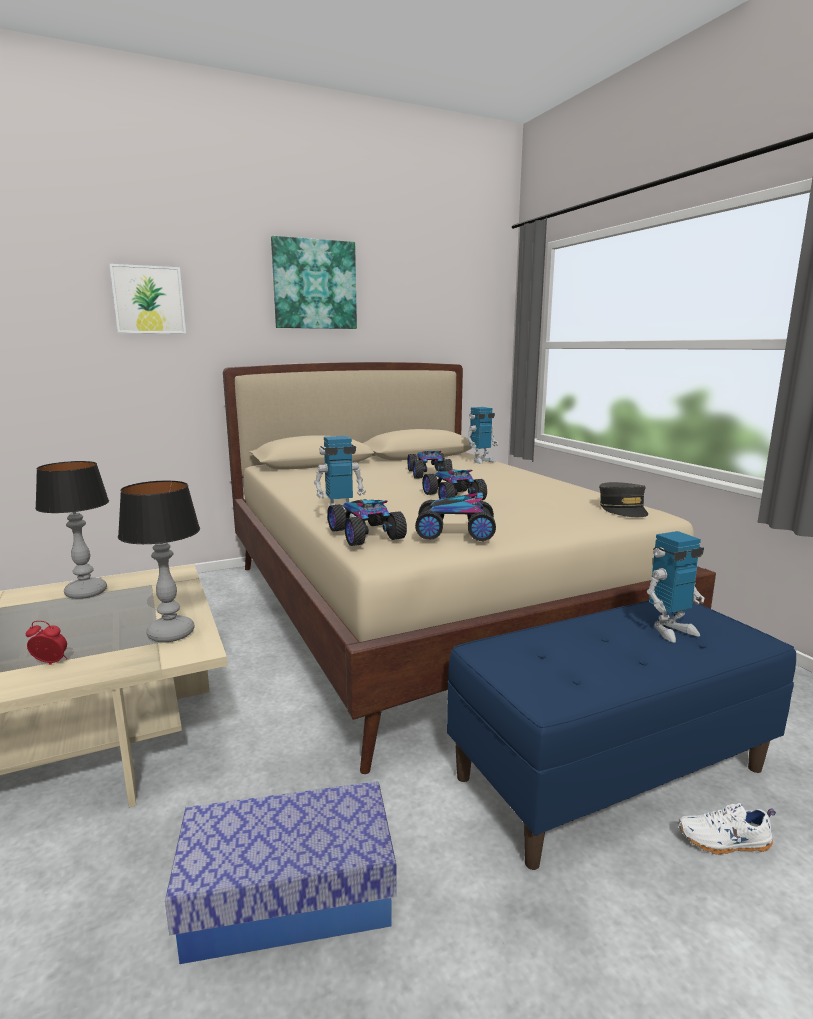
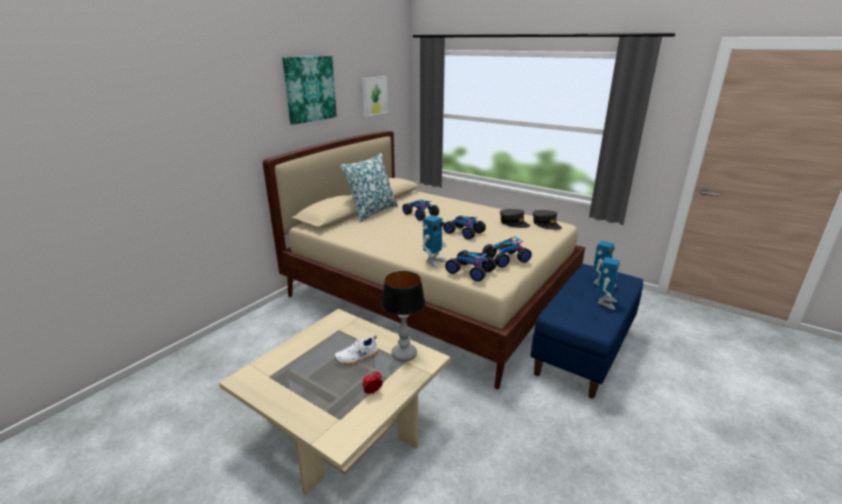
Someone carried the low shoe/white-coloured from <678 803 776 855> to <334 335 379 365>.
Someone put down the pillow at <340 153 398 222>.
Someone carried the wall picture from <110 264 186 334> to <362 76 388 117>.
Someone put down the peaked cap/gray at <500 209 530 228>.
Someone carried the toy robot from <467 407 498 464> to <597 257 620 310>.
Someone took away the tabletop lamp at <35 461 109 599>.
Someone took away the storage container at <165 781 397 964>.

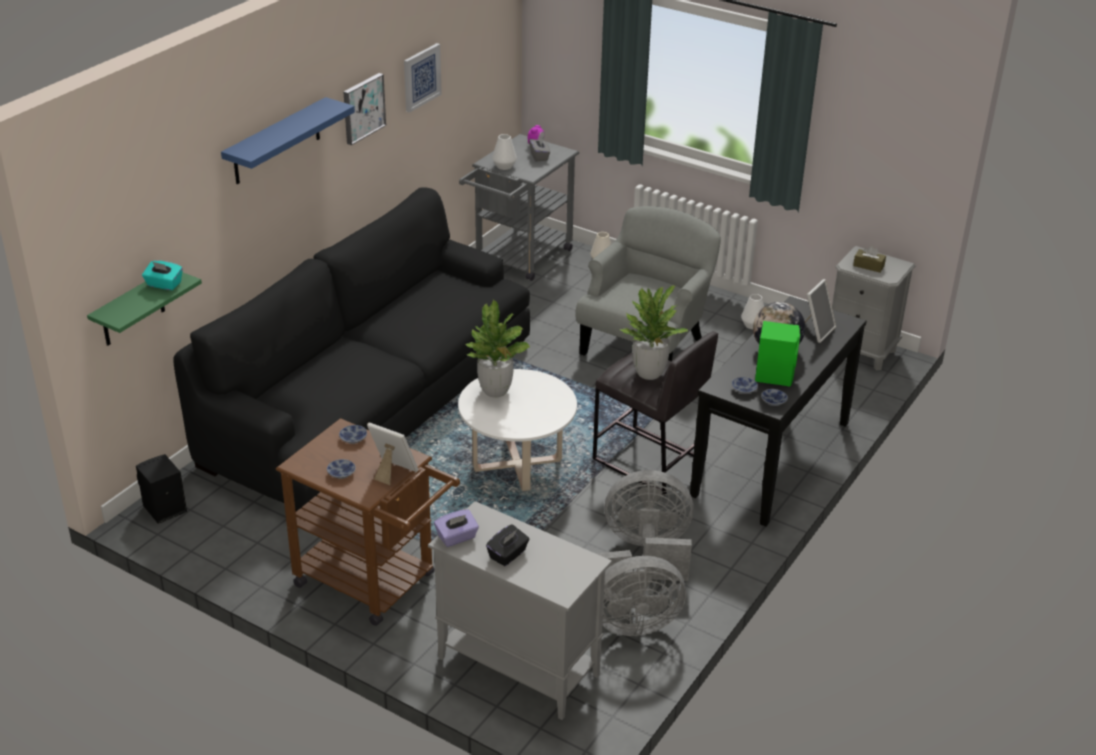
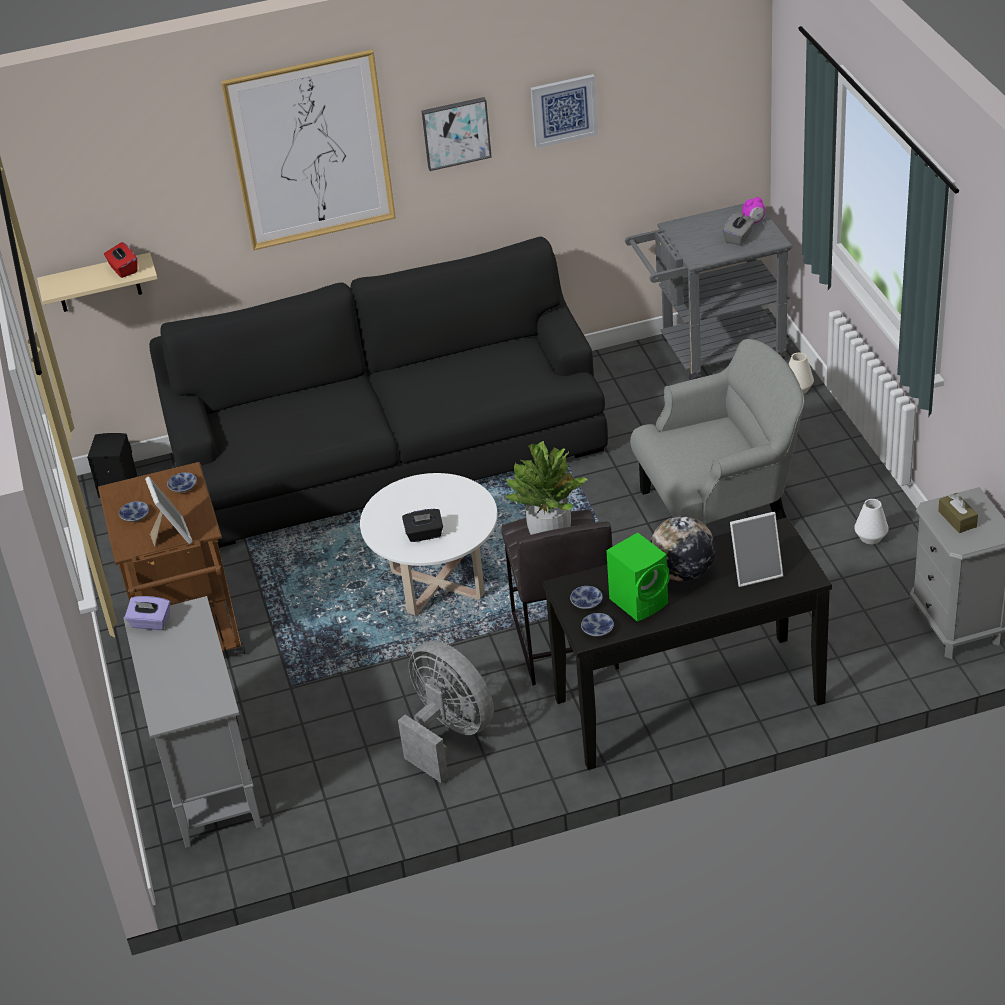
Someone repainted the wall shelf/greenish at <87 272 202 346>, which became the wall shelf/beige-coloured at <37 252 158 312>.
Someone repainted the tissue box/turquoise at <142 261 183 290>, which became the tissue box/reddish at <104 242 138 278>.
Someone swapped the wall shelf/blue-coloured at <221 97 355 184> for the wall picture at <221 49 396 250>.
Someone carried the tissue box/black from <486 524 529 566> to <402 509 443 542>.
Someone took away the plant in a pot at <465 300 530 398>.
Someone took away the flower vase/white-coloured at <492 134 517 170>.
Someone took away the electric fan/gray at <596 550 686 636>.

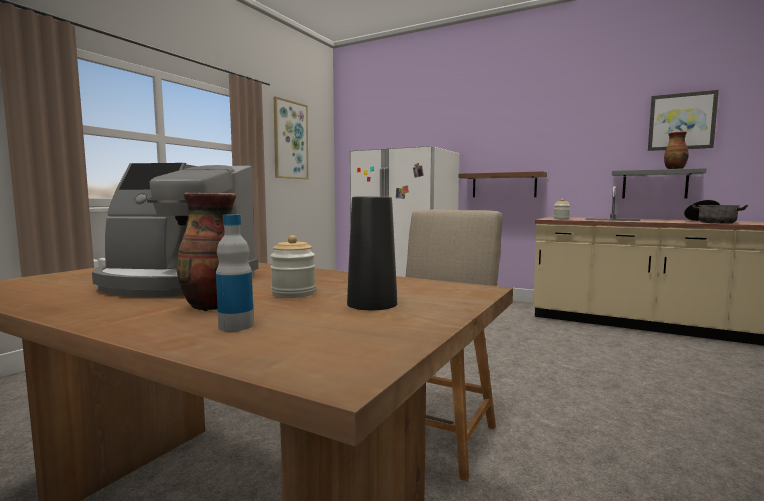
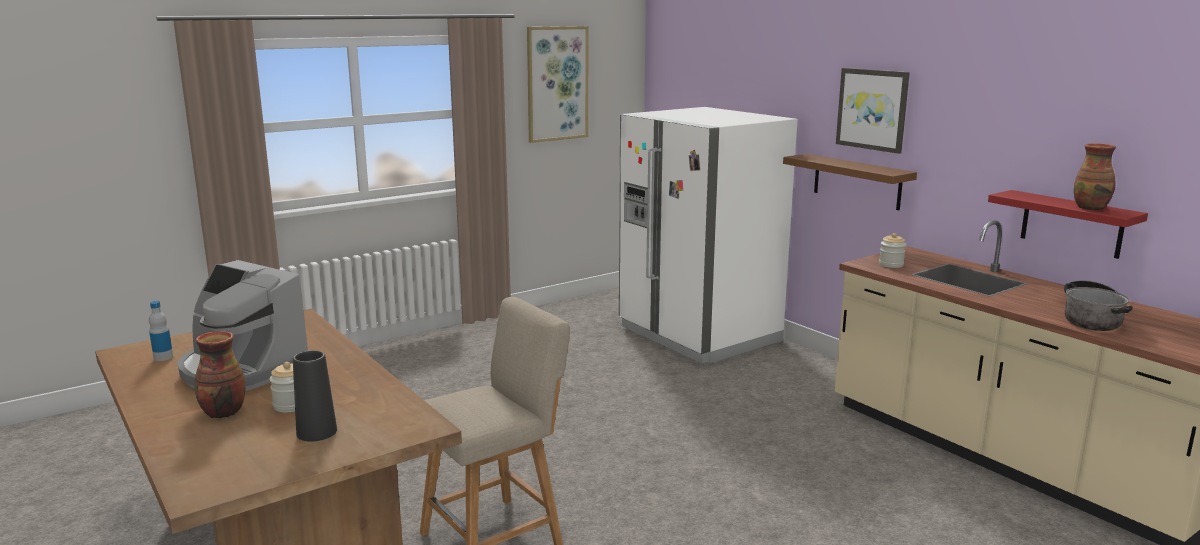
Someone carried the drink bottle from <216 214 254 331> to <149 301 173 361>.
Someone carried the wall picture from <648 90 719 151> to <836 68 910 154>.
Someone repainted the wall shelf/gray at <612 168 706 198>, which became the wall shelf/reddish at <988 190 1148 259>.

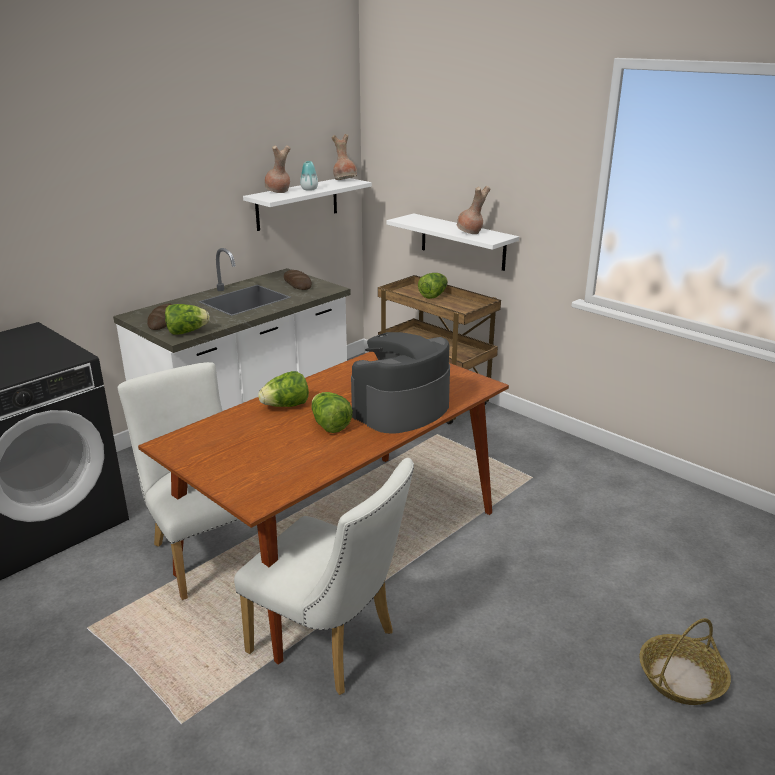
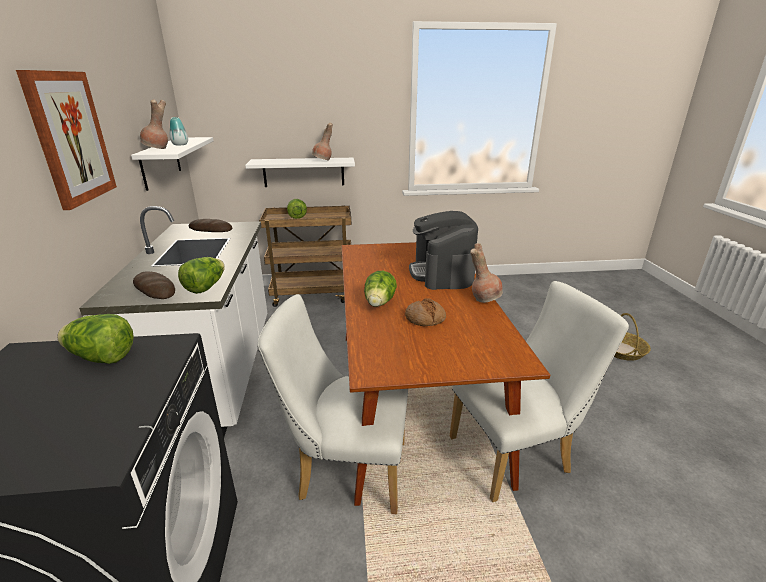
Someone put up the wall picture at <16 70 117 210>.
Someone carried the lettuce from <312 392 353 433> to <57 314 134 364>.
Someone put down the baked bread at <405 298 446 326>.
Someone carried the flower vase/brownish from <332 134 357 180> to <470 243 503 303>.

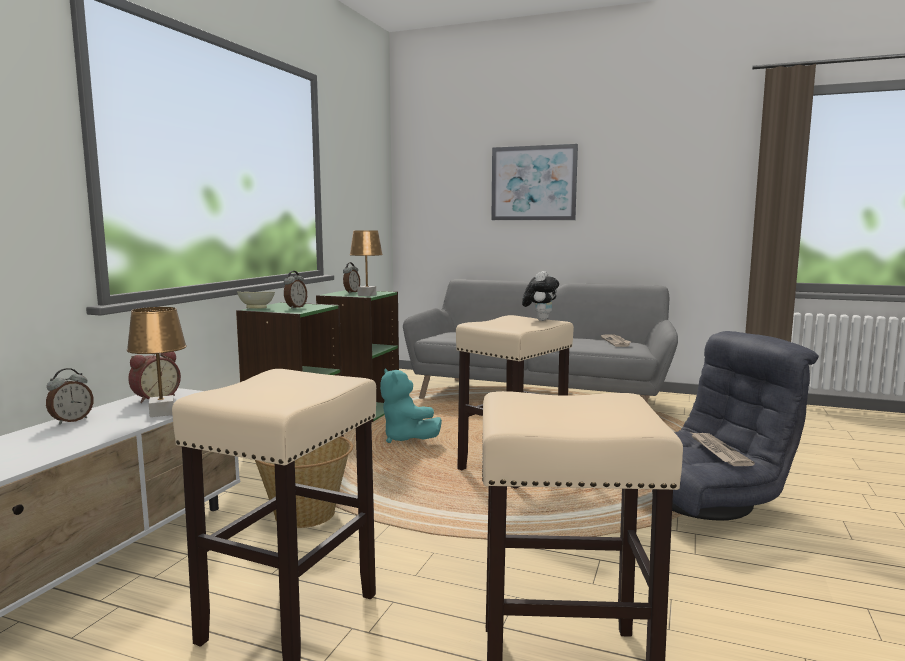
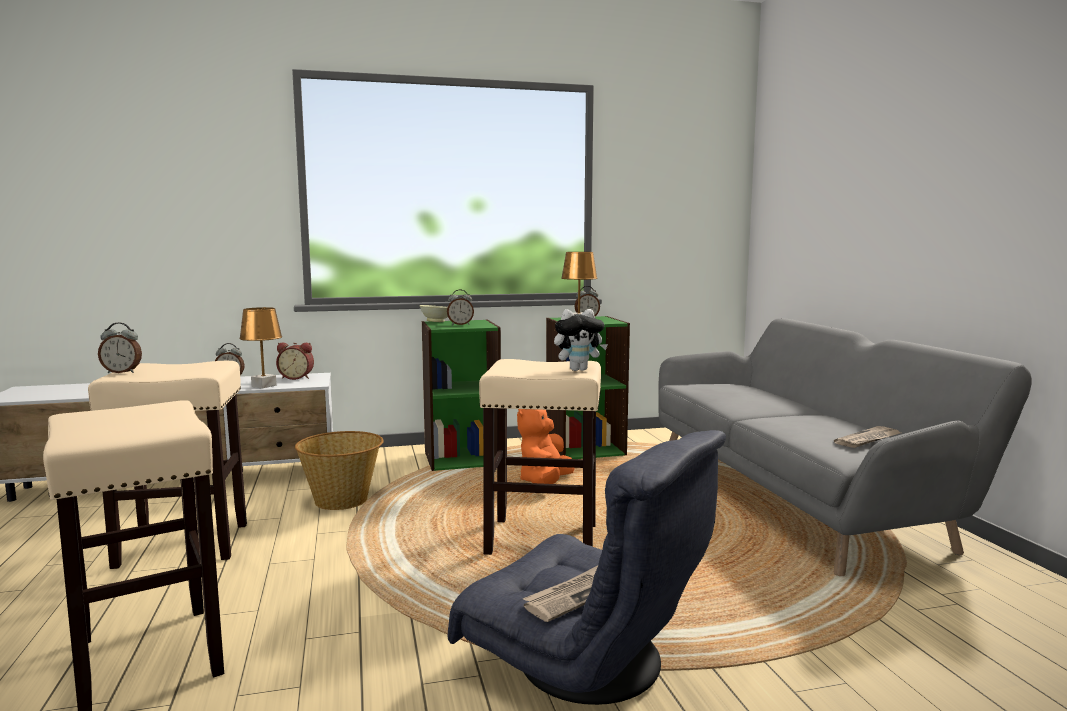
Someone put down the table clock at <98 322 142 373>.
Someone repainted the soft toy/turquoise at <380 369 442 443>, which became the soft toy/orange at <517 409 575 484>.
Someone took away the wall picture at <491 144 578 220>.

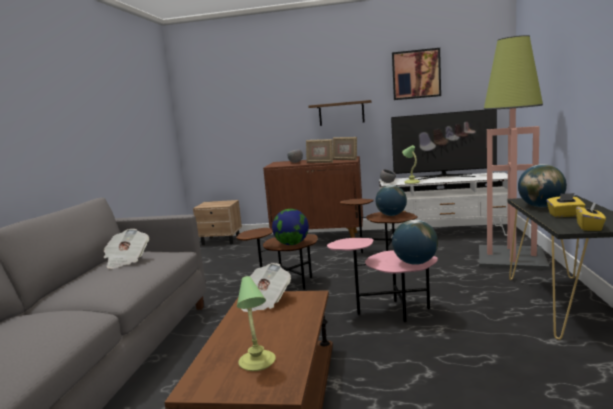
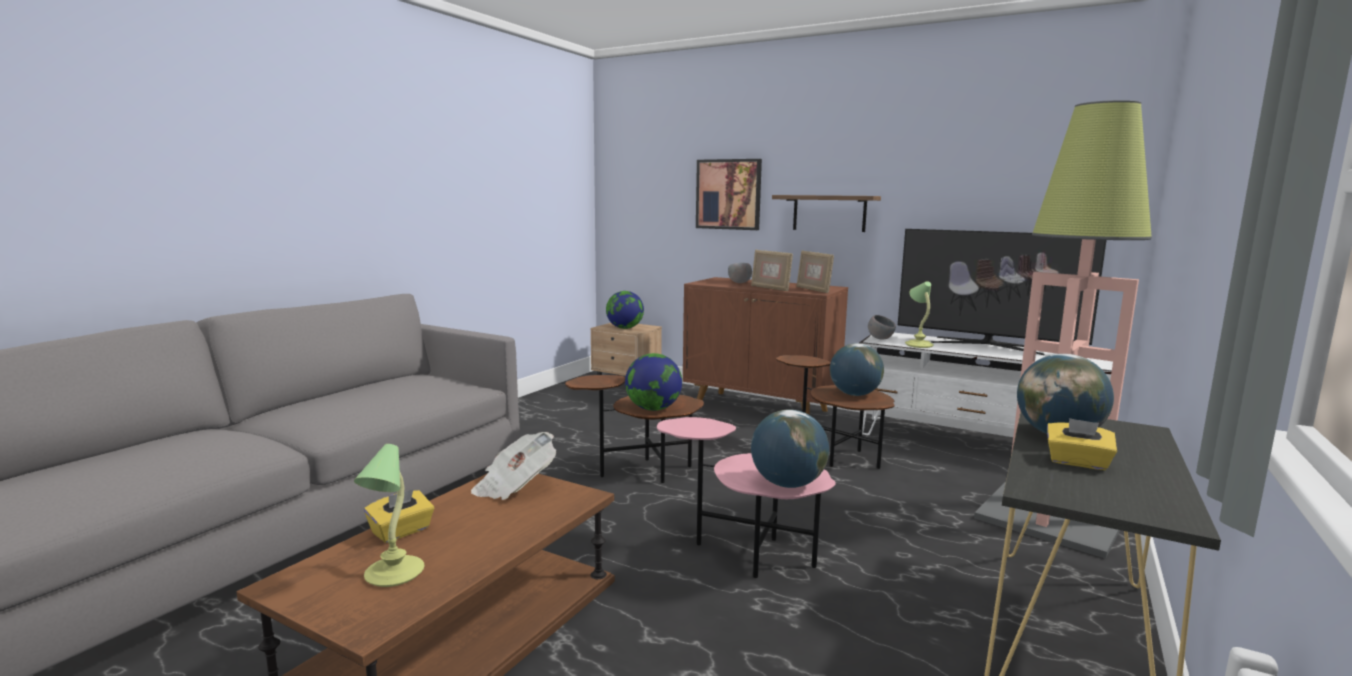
Someone carried the tissue box/yellow from <576 202 606 231> to <364 489 434 543>.
Someone put down the world globe at <606 291 644 329>.
Someone carried the wall picture from <392 48 441 100> to <696 159 762 230>.
Someone took away the newspaper at <103 229 149 269>.

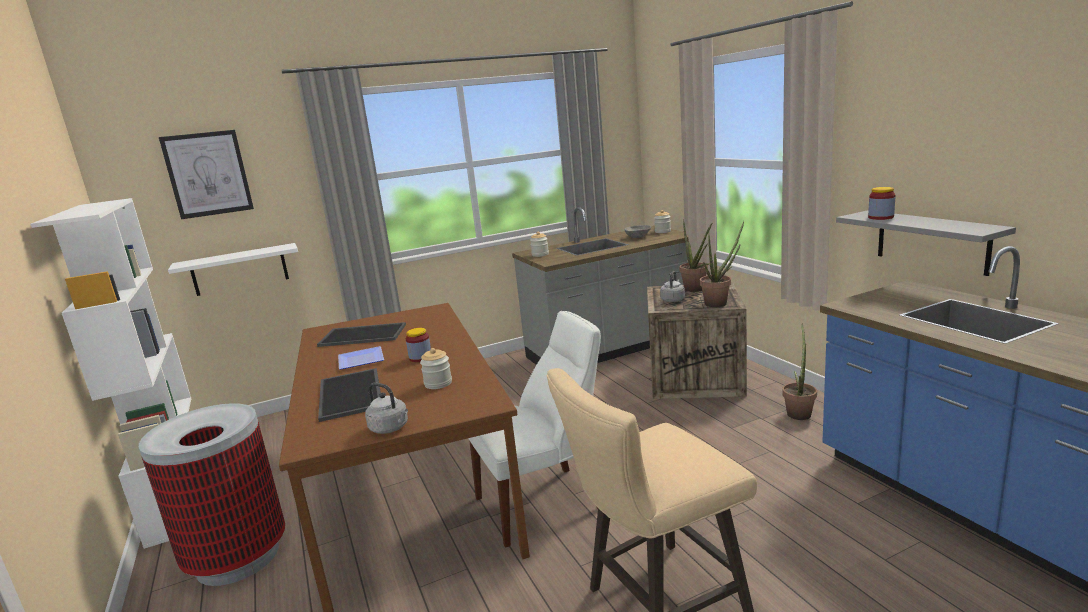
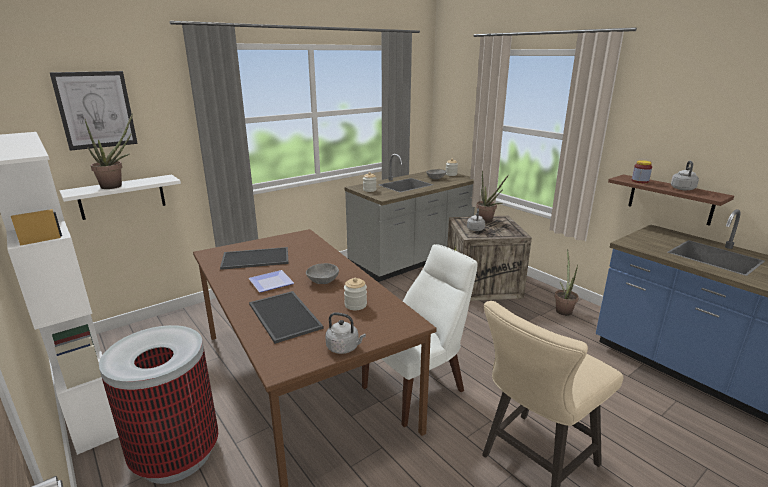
Someone carried the plant in a pot from <700 221 744 307> to <85 113 133 189>.
Someone swapped the preserve jar at <406 328 431 362> for the serving bowl/gray at <306 263 339 284>.
Someone repainted the wall shelf/gray at <836 211 1016 276>, which became the wall shelf/brownish at <608 174 734 226>.
Someone put down the kettle/gray at <671 161 699 190>.

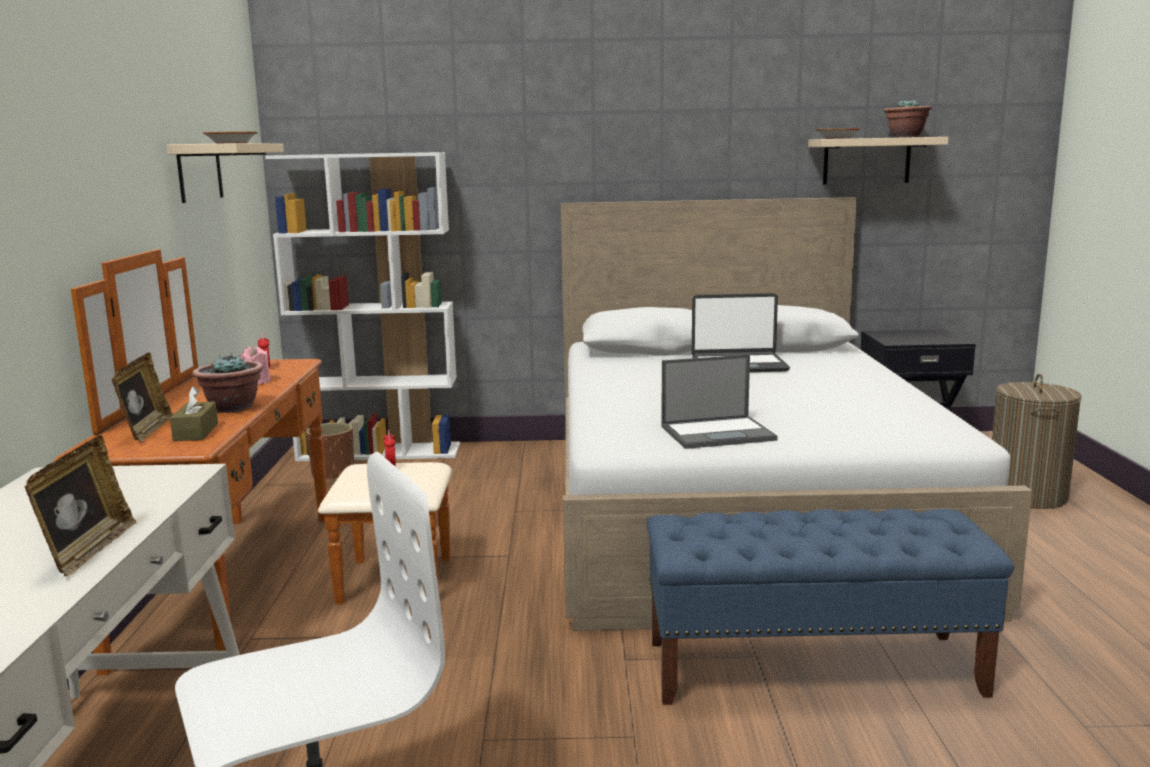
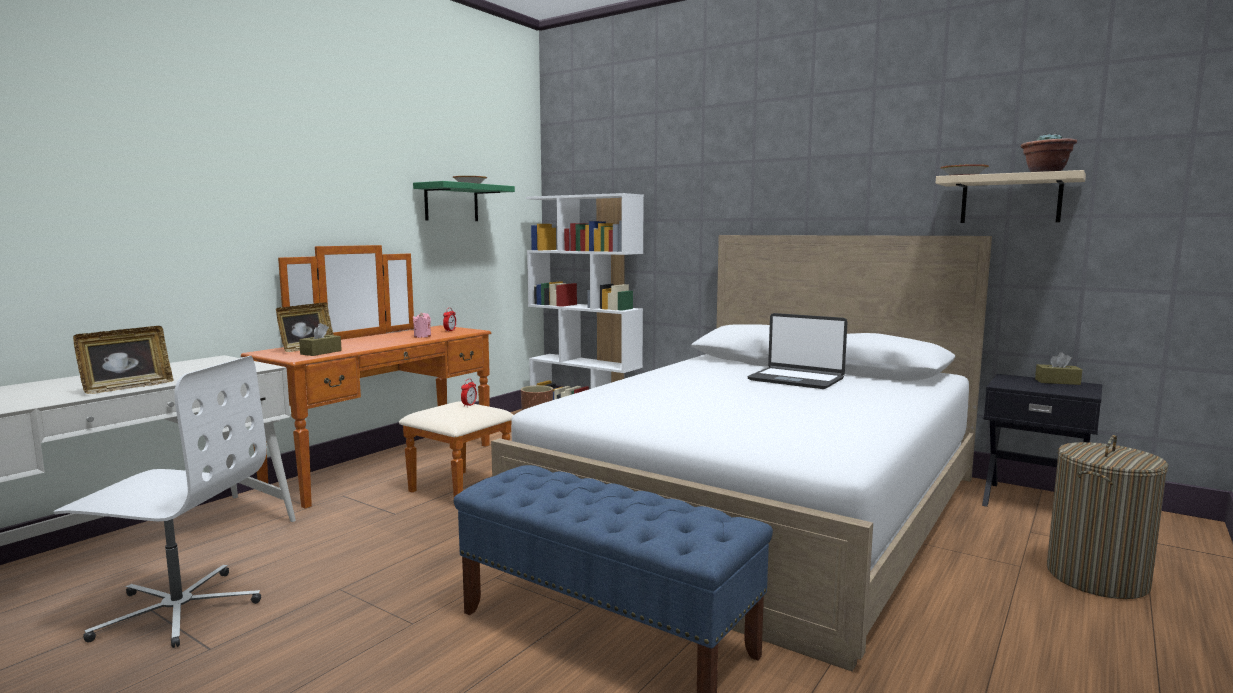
Someone repainted the wall shelf/beige-coloured at <166 143 284 203>, which became the wall shelf/greenish at <413 181 515 221>.
Someone put down the tissue box/brownish at <1035 352 1082 385>.
Someone took away the plant in a pot at <192 353 264 413>.
Someone took away the notebook computer at <661 354 778 449>.

